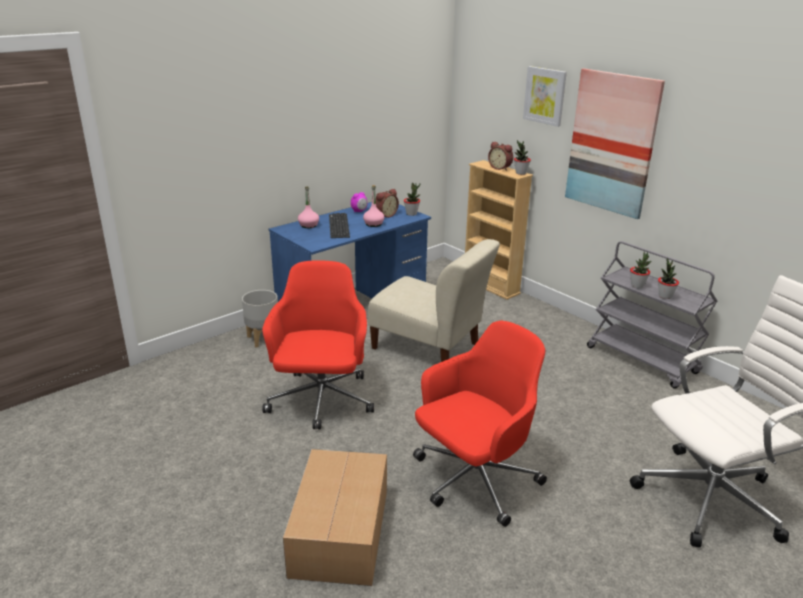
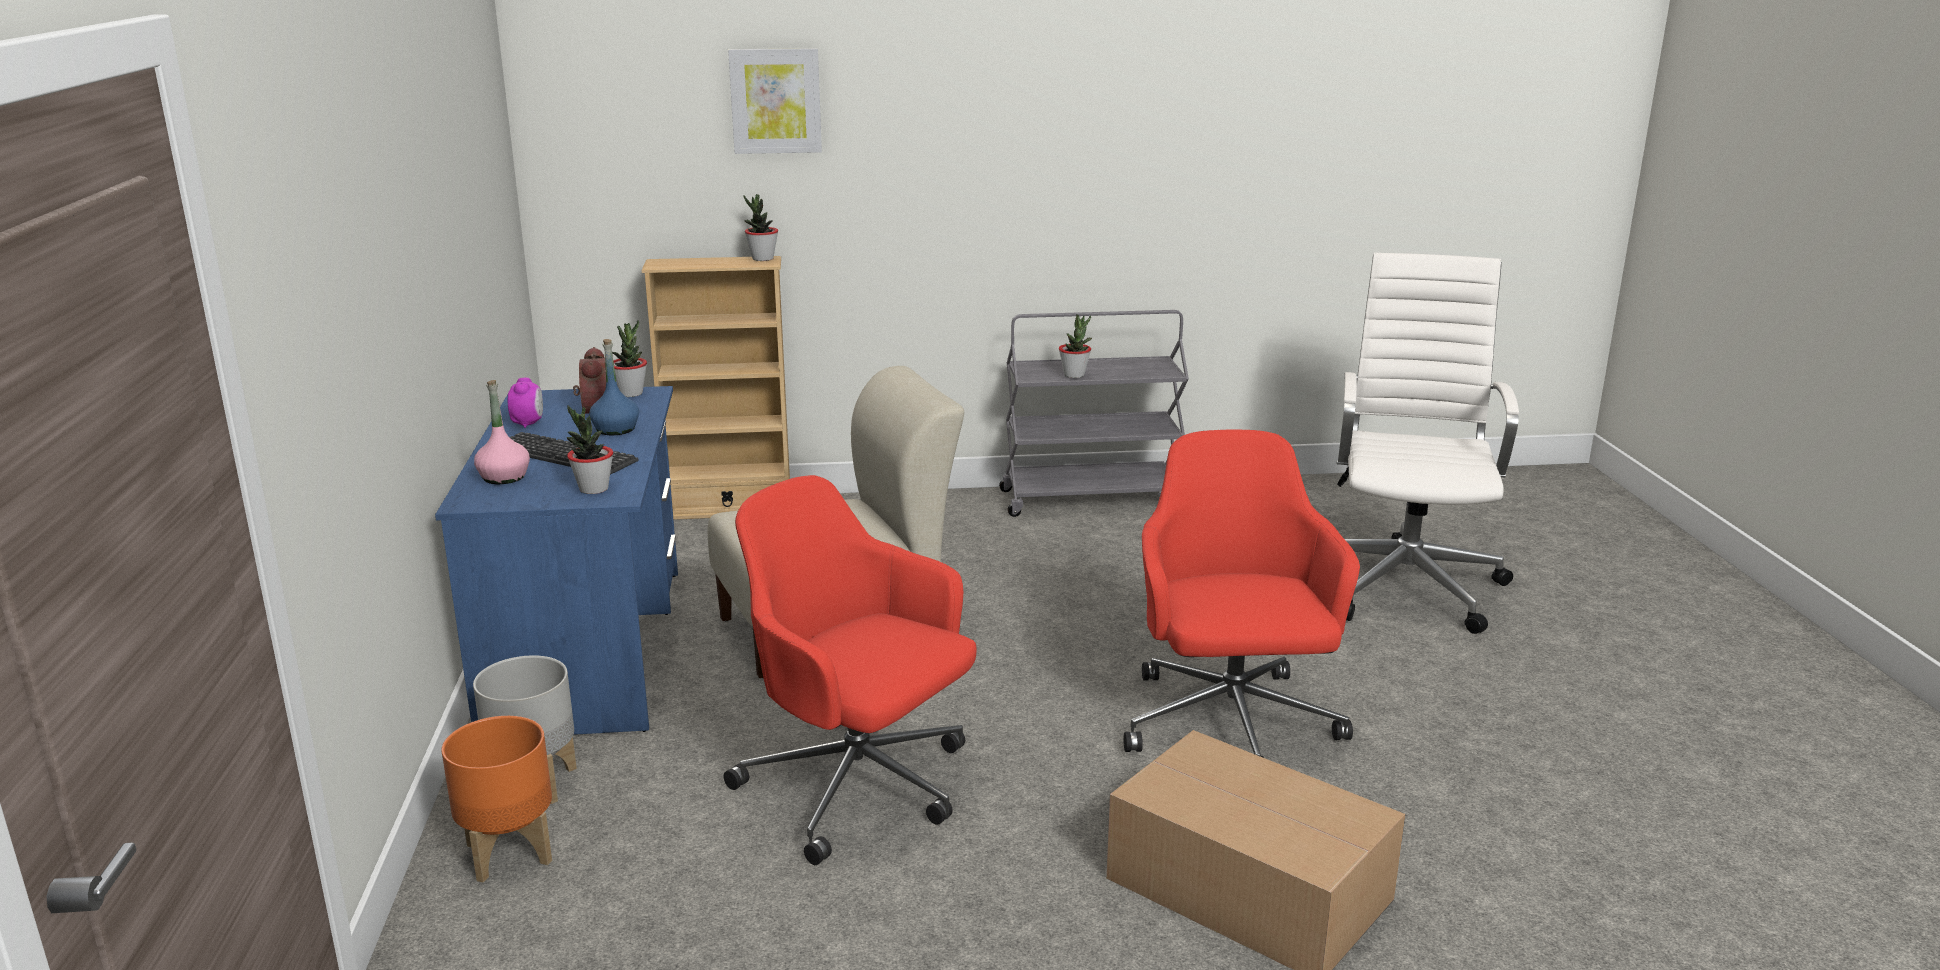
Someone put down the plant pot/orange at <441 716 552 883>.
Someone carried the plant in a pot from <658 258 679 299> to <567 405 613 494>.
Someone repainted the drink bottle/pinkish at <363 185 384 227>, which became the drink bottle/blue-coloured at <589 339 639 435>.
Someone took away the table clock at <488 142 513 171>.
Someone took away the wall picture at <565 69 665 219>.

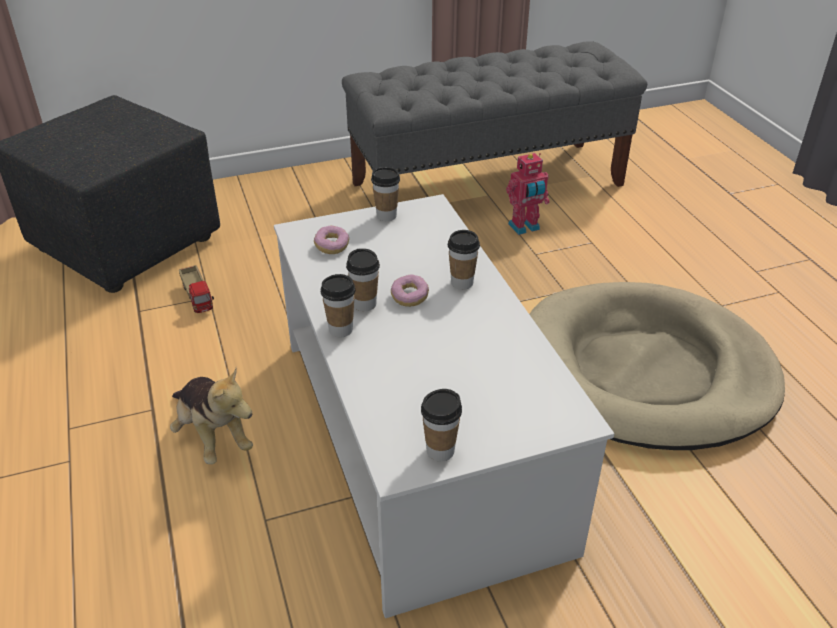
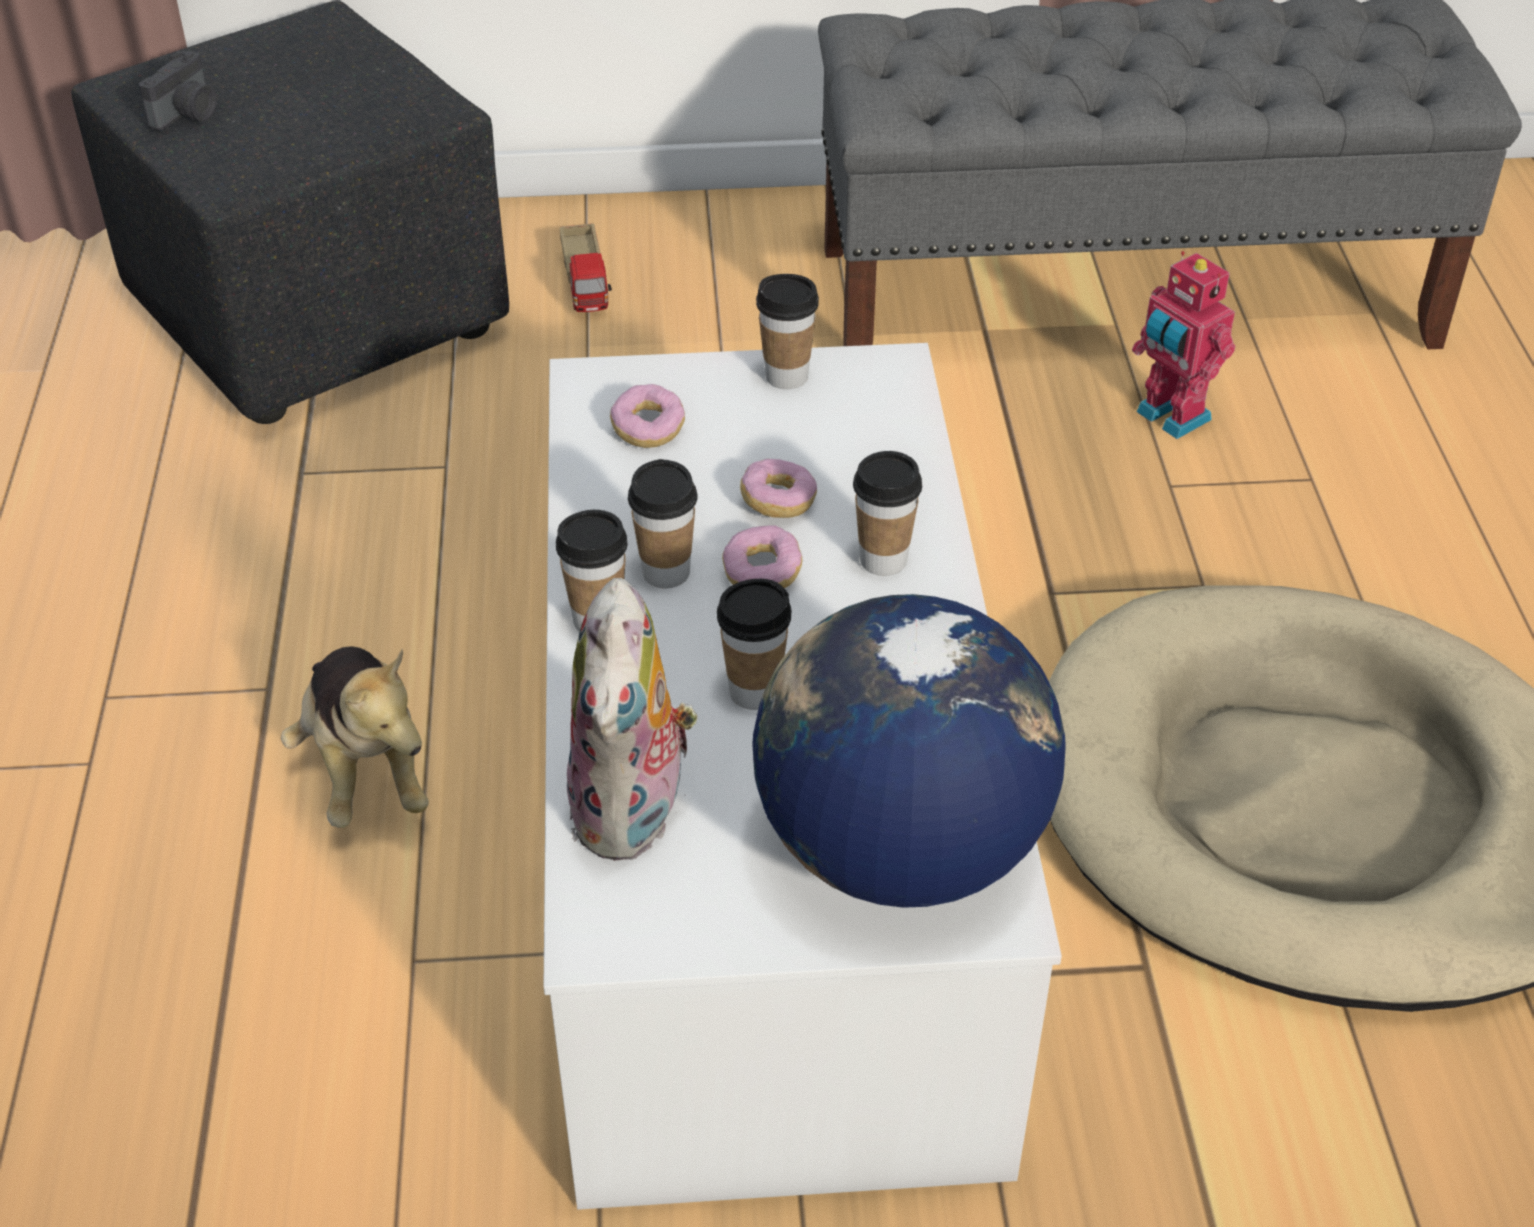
Someone put down the still camera at <139 50 217 131>.
Someone carried the toy truck from <179 265 214 313> to <560 223 612 312>.
Someone put down the soft toy at <567 578 698 861>.
Someone carried the cup from <421 389 462 461> to <717 579 792 710>.
Someone put down the ring doughnut at <740 459 817 518>.
Someone put down the world globe at <752 594 1066 908>.
Someone rotated the toy robot at <506 153 549 235> by 60 degrees clockwise.

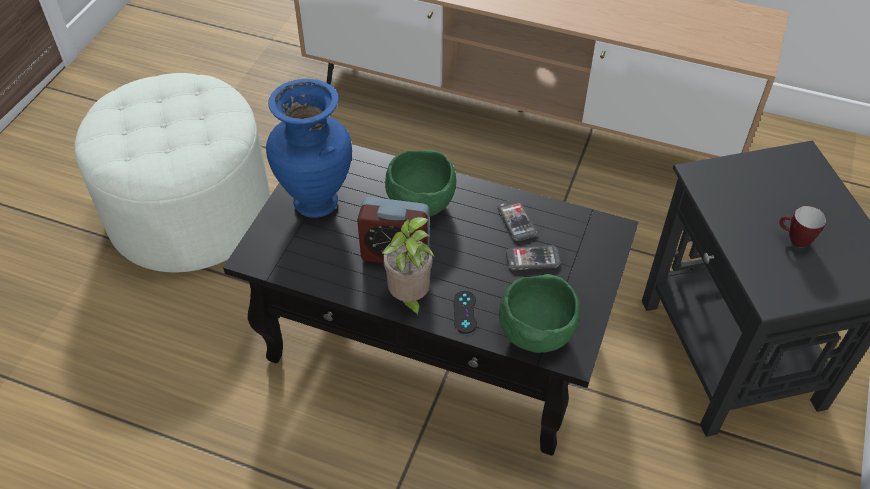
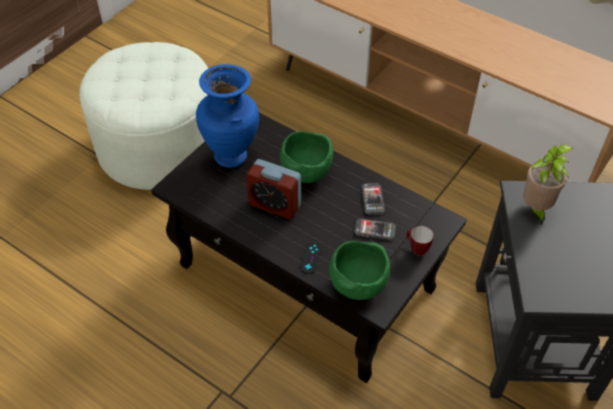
Someone carried the mug from <779 206 826 247> to <406 226 434 256>.
Someone carried the plant in a pot from <382 217 434 320> to <523 144 572 226>.

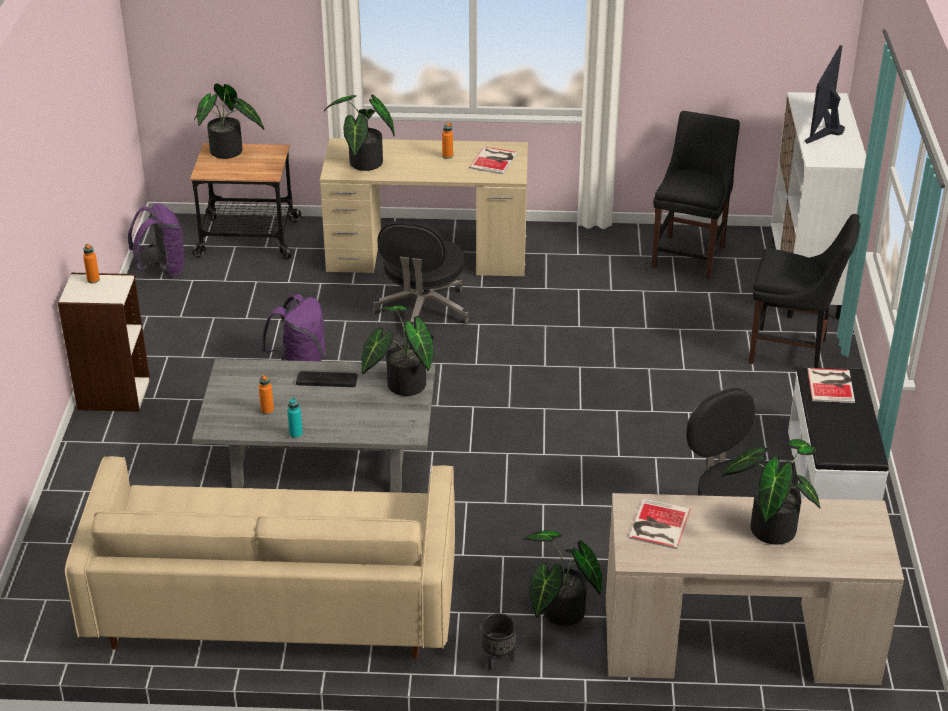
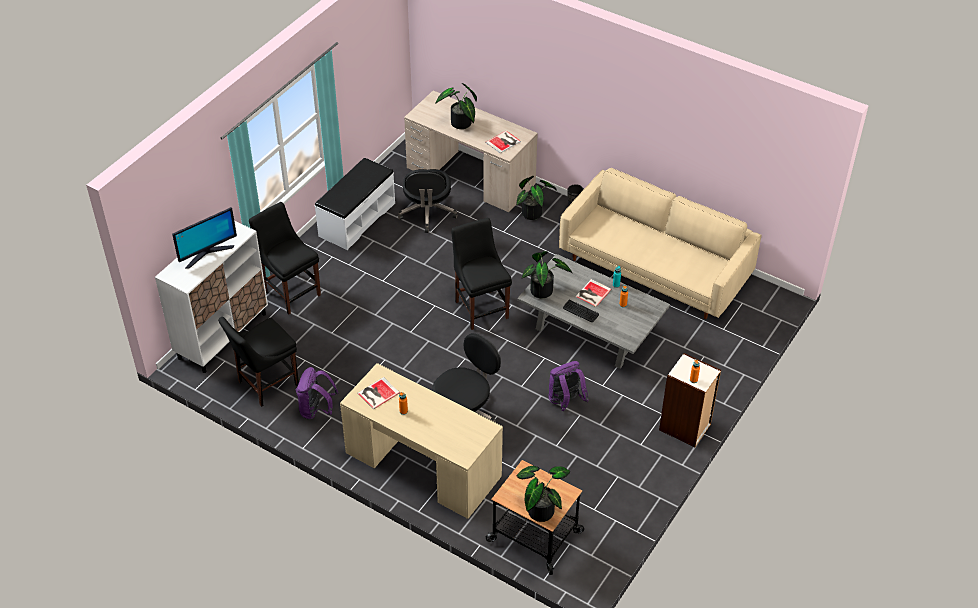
Someone carried the rucksack/purple from <128 203 185 278> to <296 367 338 420>.
Someone put down the chair/black at <451 218 512 330>.
Someone carried the volume from <807 368 855 403> to <575 279 612 307>.
Someone took away the plant in a pot at <324 94 395 171>.

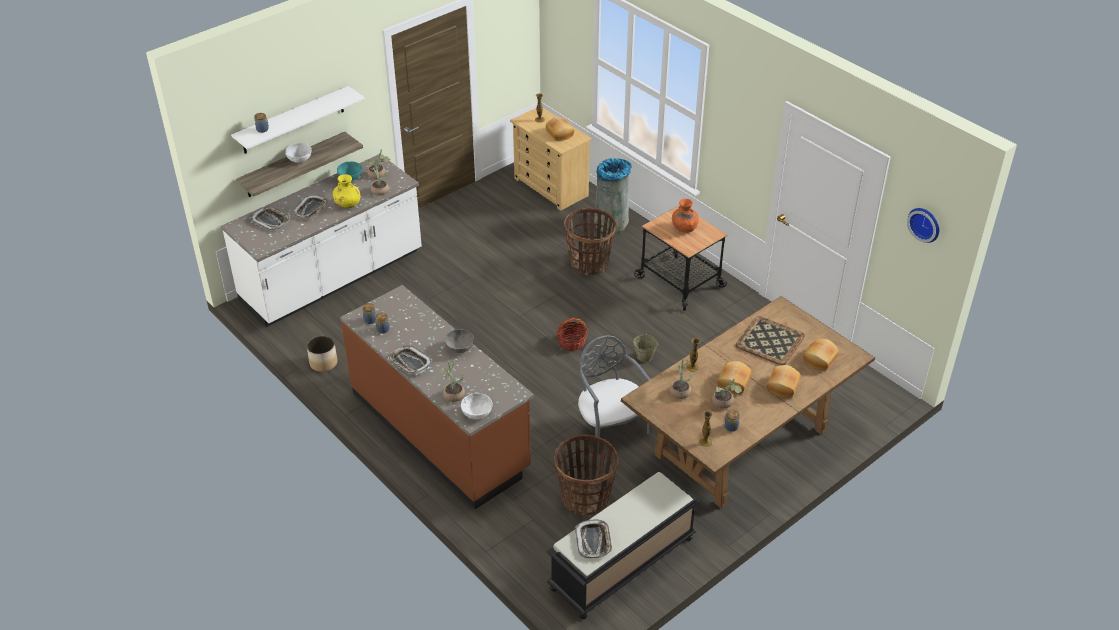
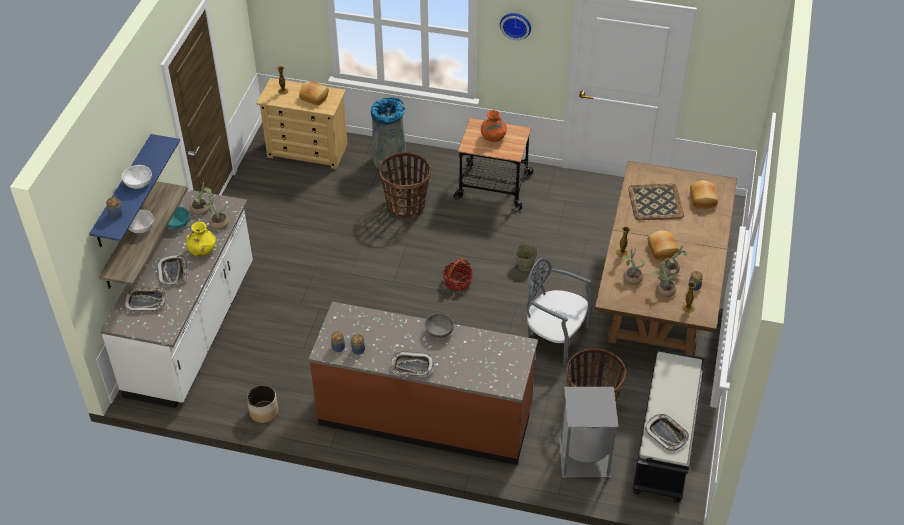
Someone repainted the wall shelf/white-coloured at <231 86 365 154>, which became the wall shelf/blue-coloured at <89 134 180 247>.
Someone carried the serving bowl/white-coloured from <461 393 493 419> to <122 165 152 189>.
Someone carried the clock on the wall from <907 208 940 243> to <500 13 531 40>.
Someone put down the waste bin/gray at <559 387 618 477>.
Someone carried the plant in a pot from <441 360 465 402> to <652 261 677 297>.
Someone took away the baked bread at <767 365 801 398>.

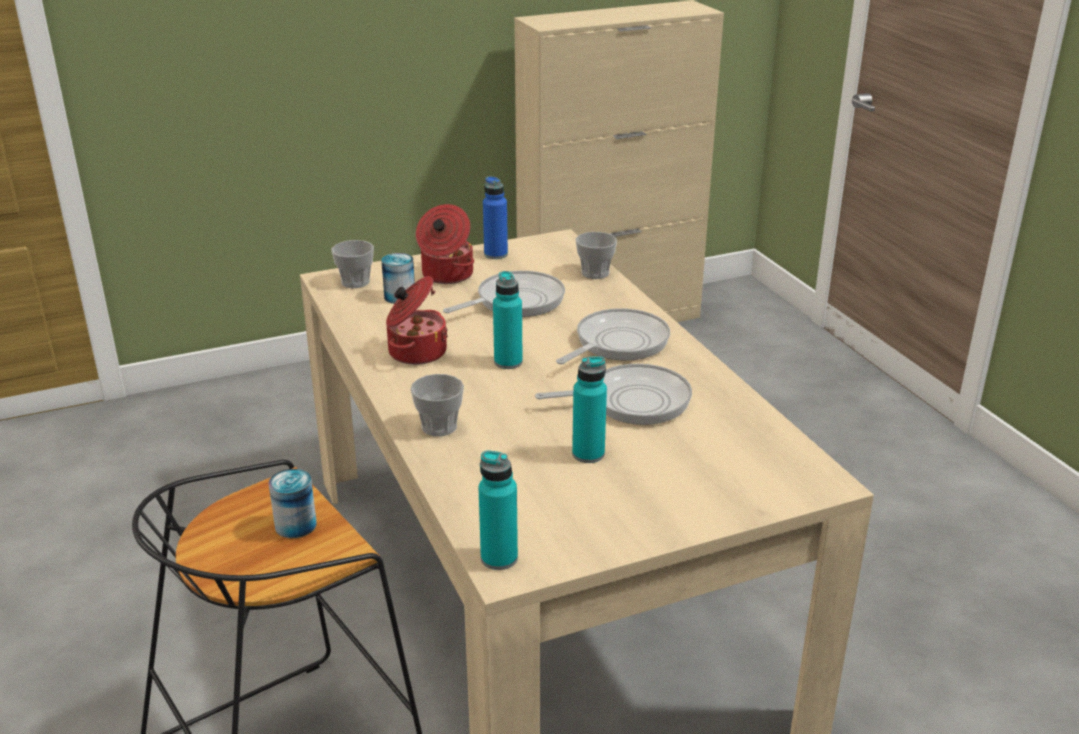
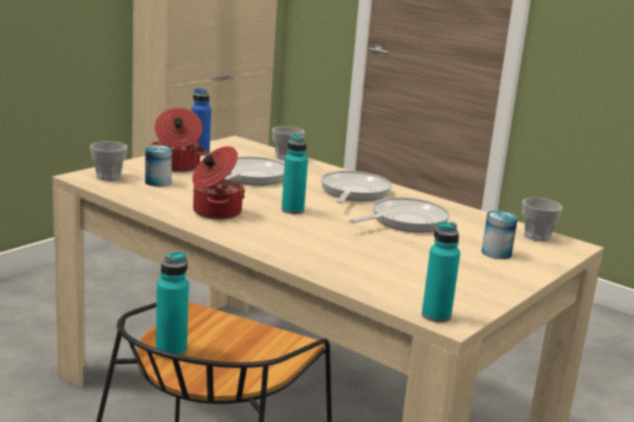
Someone carried the drink bottle/turquoise from <572 356 607 463> to <156 252 189 355>.
Someone carried the sealed can from <269 469 317 538> to <481 211 518 259>.
Someone carried the cup from <410 374 464 436> to <522 198 562 241>.

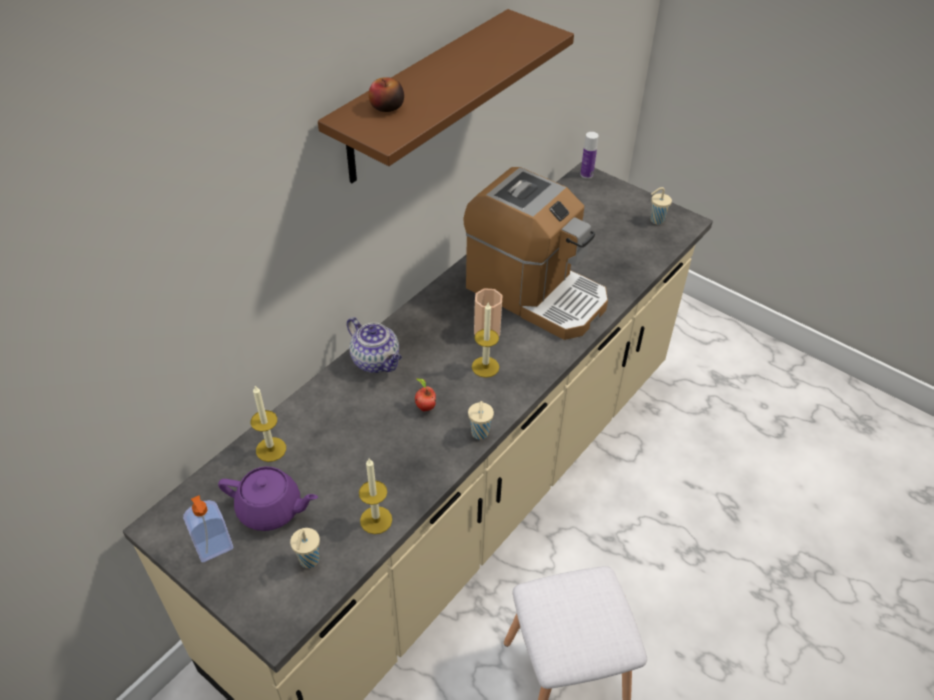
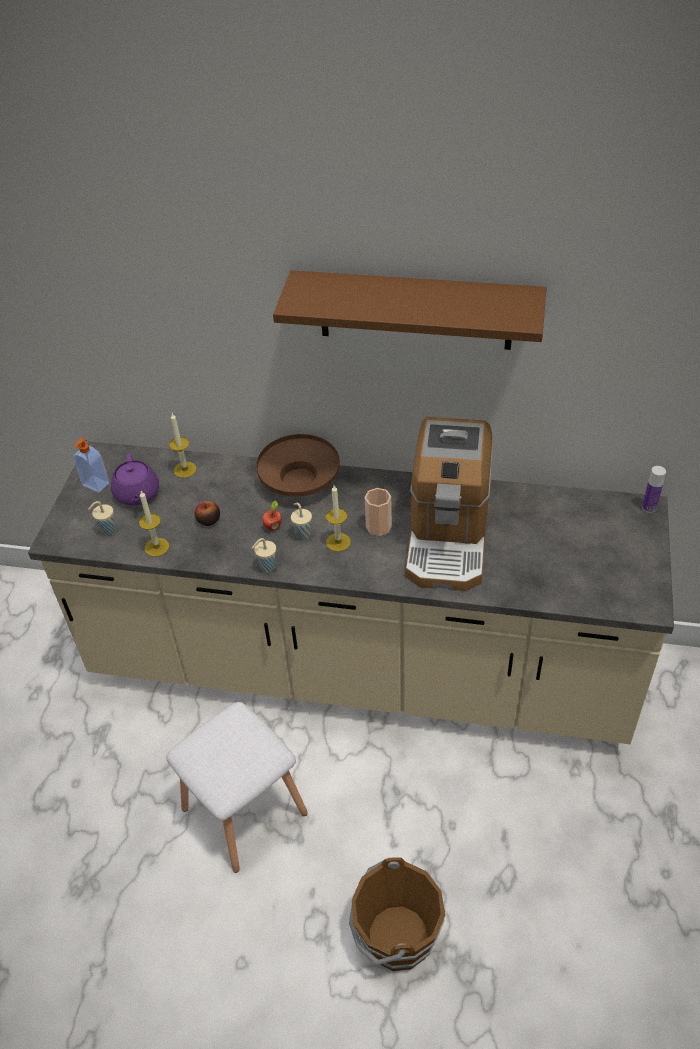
Someone carried the apple from <369 77 404 112> to <195 501 220 526>.
Someone swapped the tea pot at <347 317 402 373> for the serving bowl/brownish at <256 434 340 497>.
Someone carried the cup/beige-coloured from <650 187 672 225> to <291 503 312 540>.
Someone put down the bucket/brownish at <349 857 445 971>.

